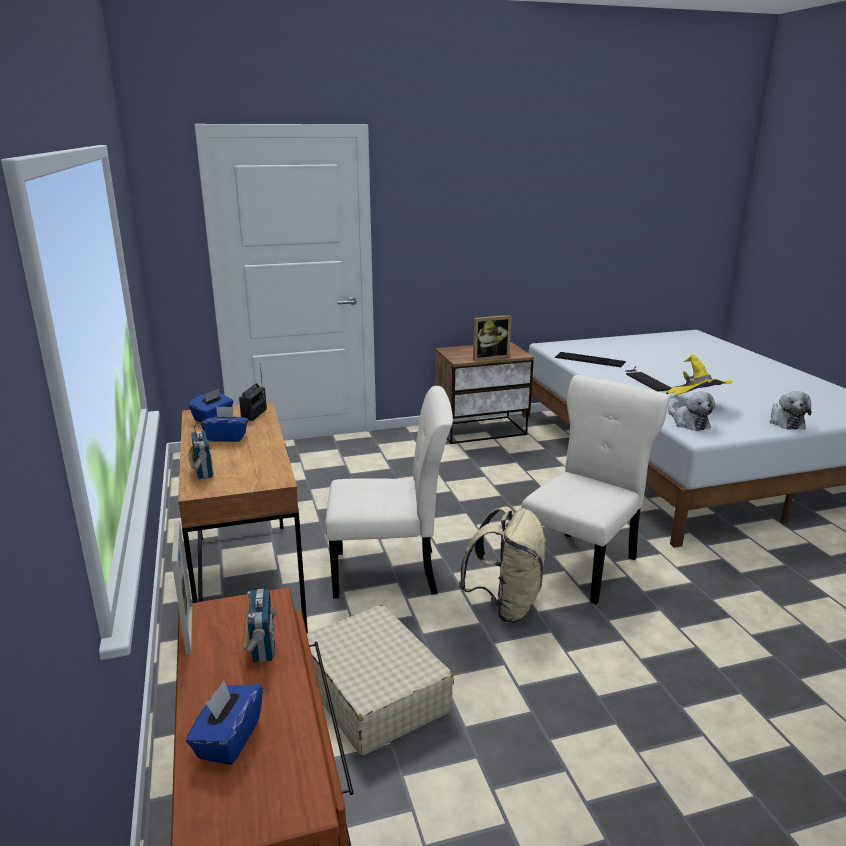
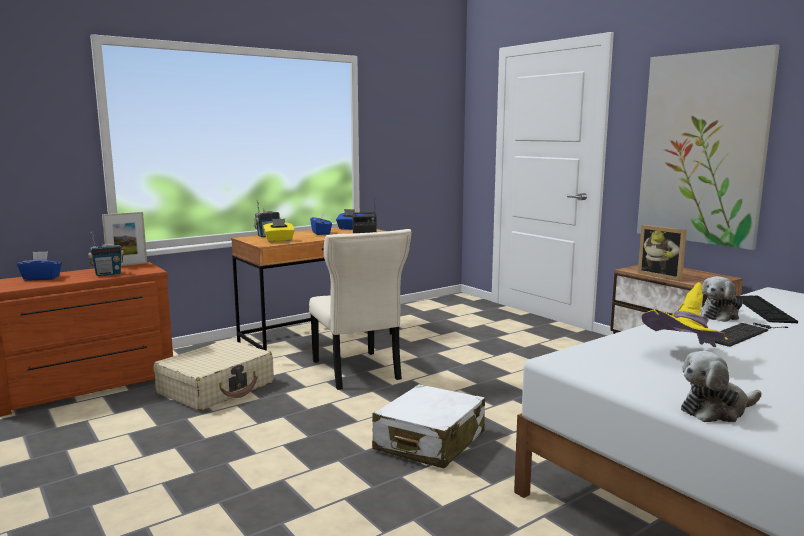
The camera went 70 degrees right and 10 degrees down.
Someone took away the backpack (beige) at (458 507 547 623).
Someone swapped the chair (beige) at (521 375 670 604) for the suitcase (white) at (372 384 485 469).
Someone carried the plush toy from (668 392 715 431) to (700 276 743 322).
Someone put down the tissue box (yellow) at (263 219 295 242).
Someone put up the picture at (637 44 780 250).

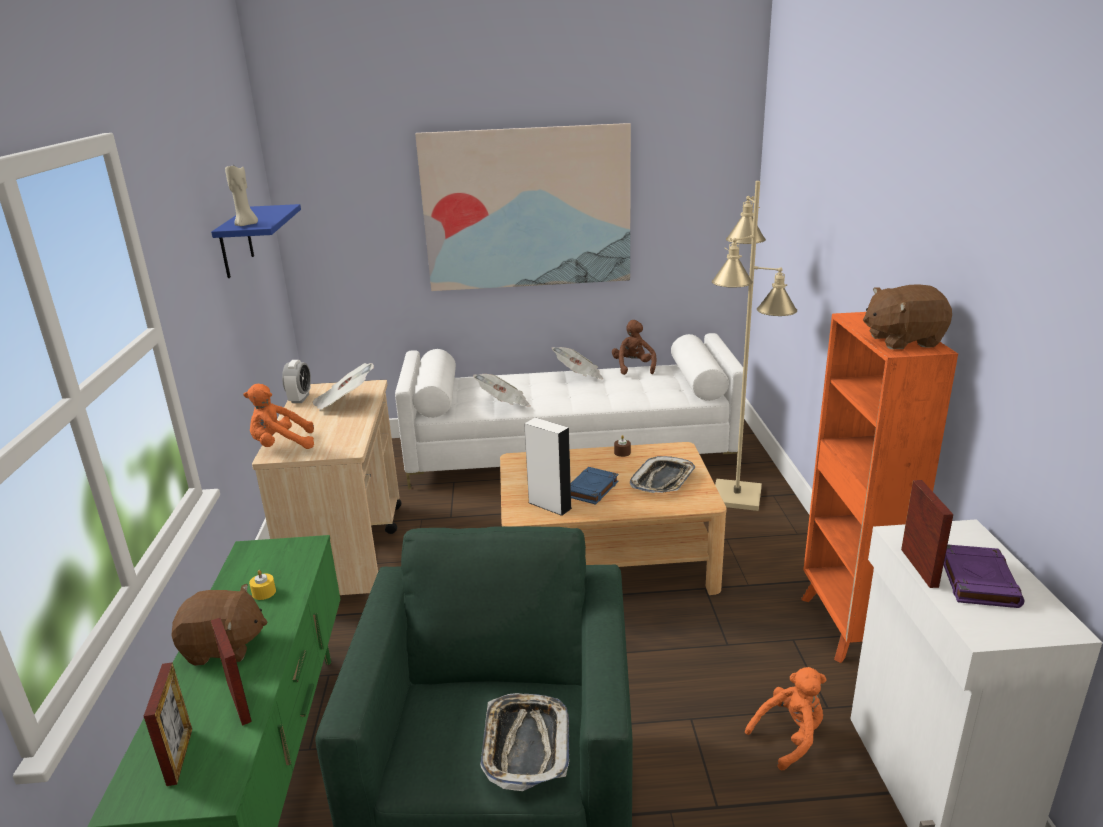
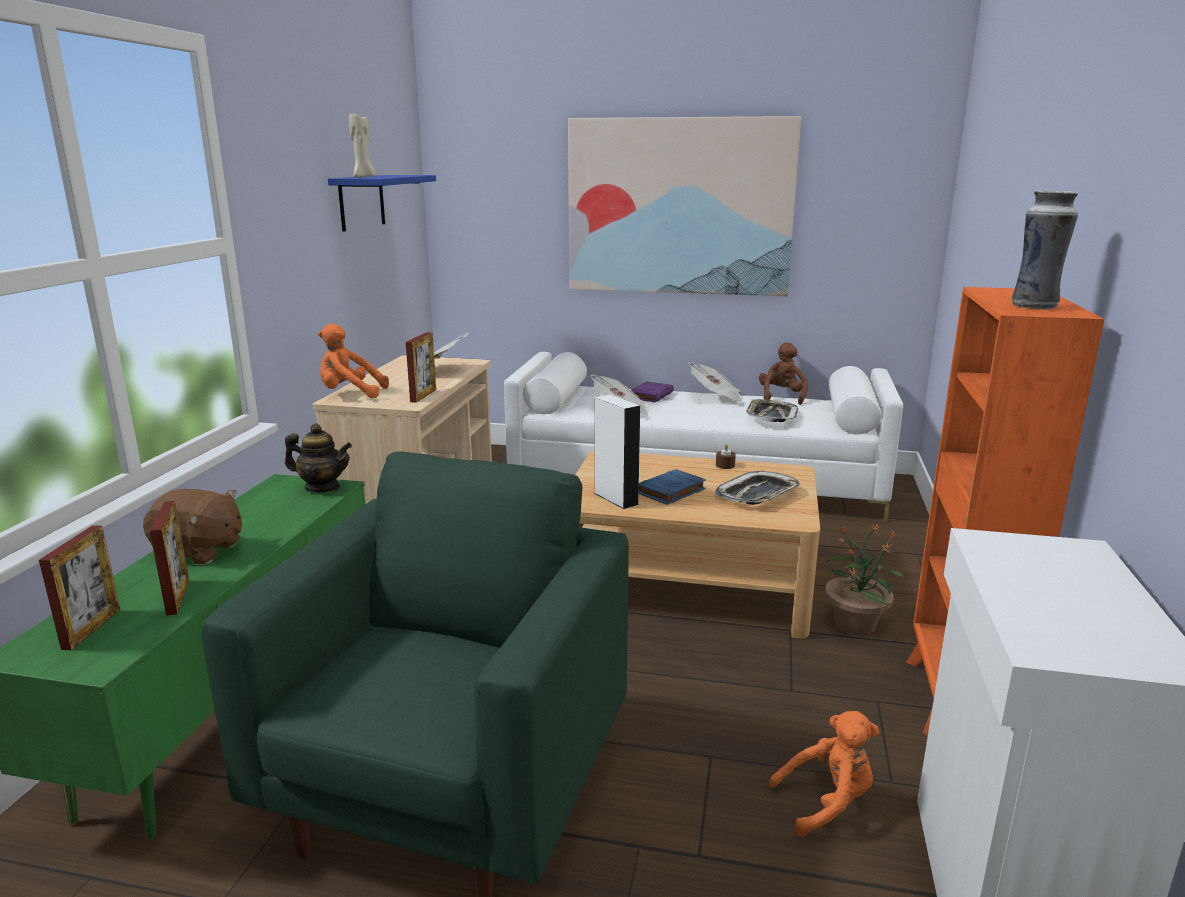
The camera went 15 degrees right and 5 degrees down.
Someone took away the candle (yellow) at (249 570 276 600).
Someone took away the alarm clock at (282 360 311 403).
Someone carried the tray from (480 693 569 791) to (746 399 798 422).
Someone took away the floor lamp (beige) at (712 181 797 511).
Someone swapped the plush toy (brown) at (863 284 952 349) for the vase at (1012 190 1078 310).
Someone carried the picture frame from (901 480 953 588) to (406 332 436 403).
Someone carried the book (purple) from (944 545 1024 608) to (631 381 674 402).
Someone put down the teapot at (285 423 352 493).
Someone put down the potted plant at (825 524 905 635).

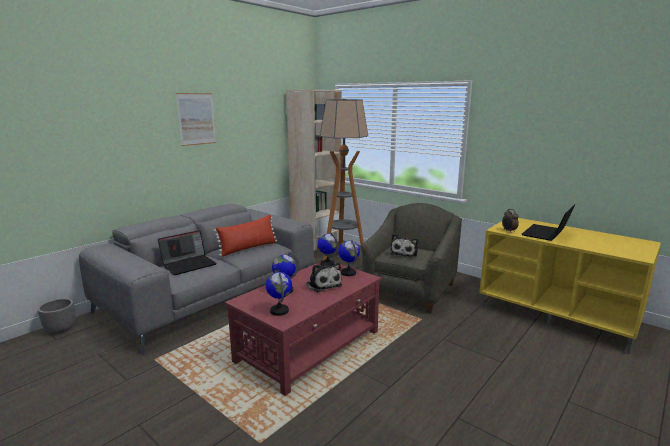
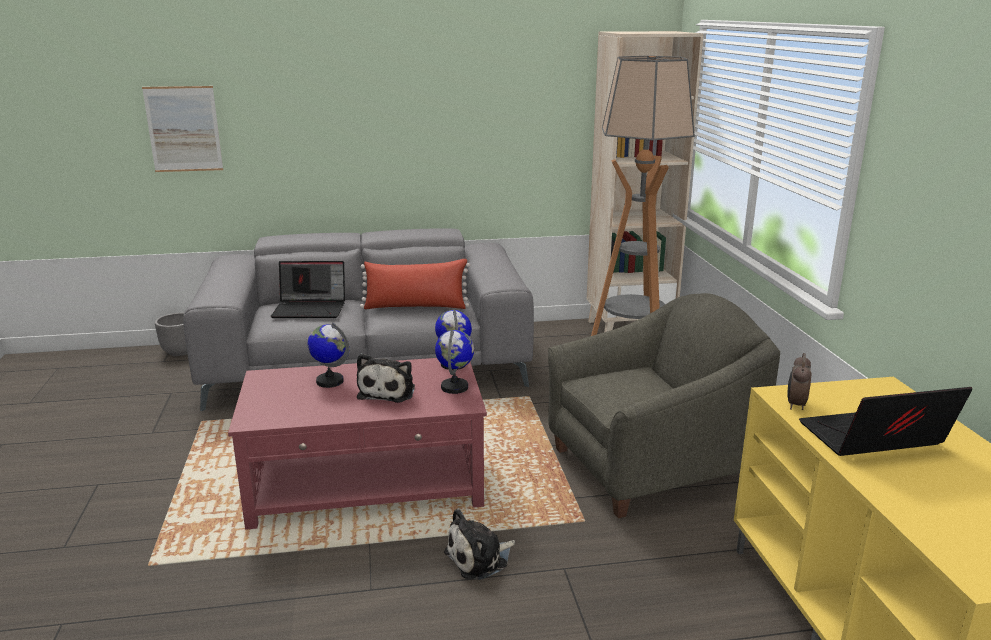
The camera went 40 degrees right and 5 degrees up.
Someone carried the picture from (176 93 216 146) to (142 86 223 172).
Someone took away the globe at (266 272 292 316).
Someone carried the plush toy from (390 234 418 258) to (444 509 515 580).

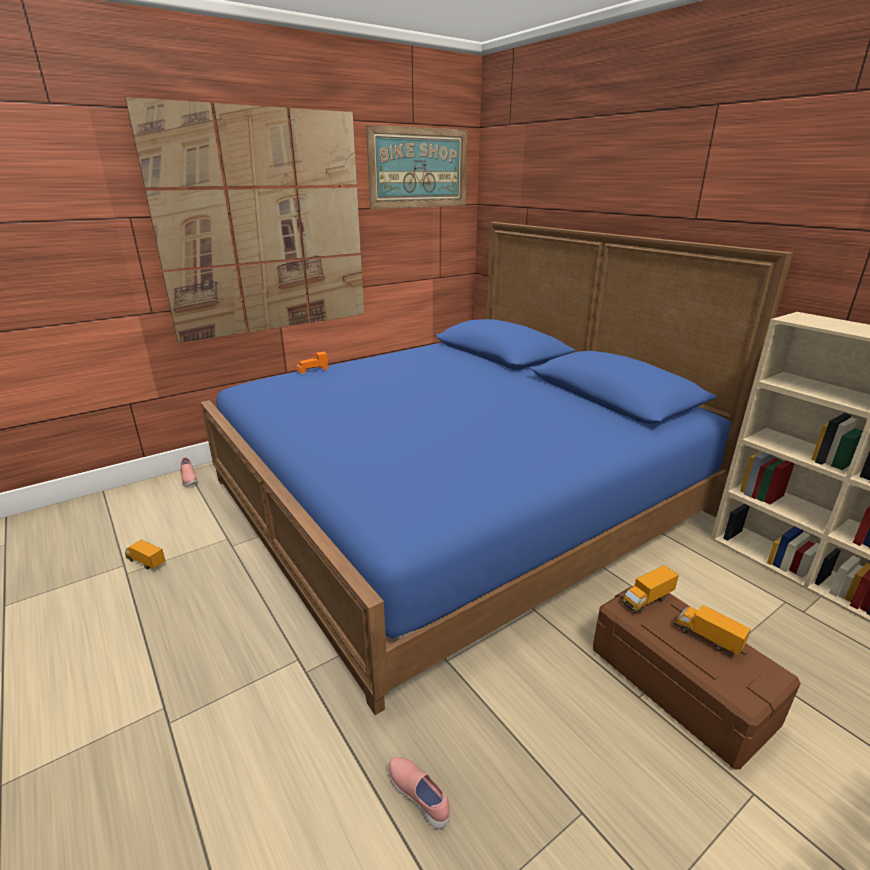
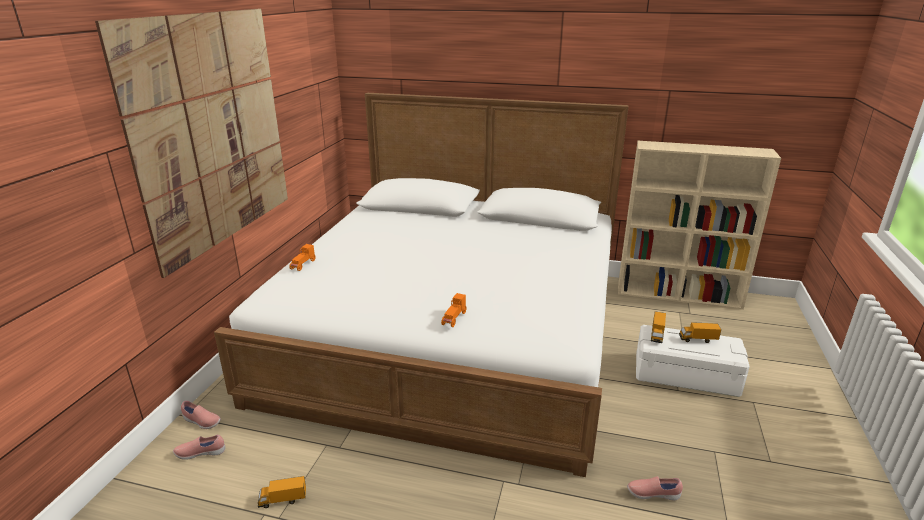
The camera went 40 degrees left and 0 degrees up.
Someone repainted the bed (blue) at (200 222 793 715), which became the bed (white) at (214 93 629 477).
Someone took away the picture at (366 125 467 209).
Someone repainted the storage box (brown) at (593 586 801 769), which became the storage box (white) at (636 325 750 397).
Someone put down the shoe (pink) at (173 435 226 460).
Someone put down the toy car (orange) at (441 293 466 327).

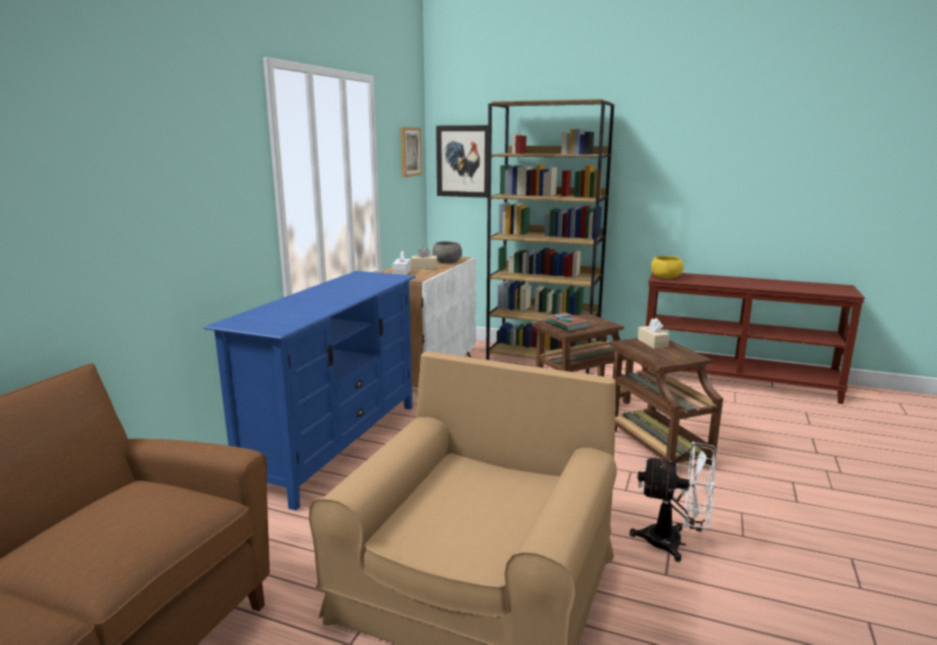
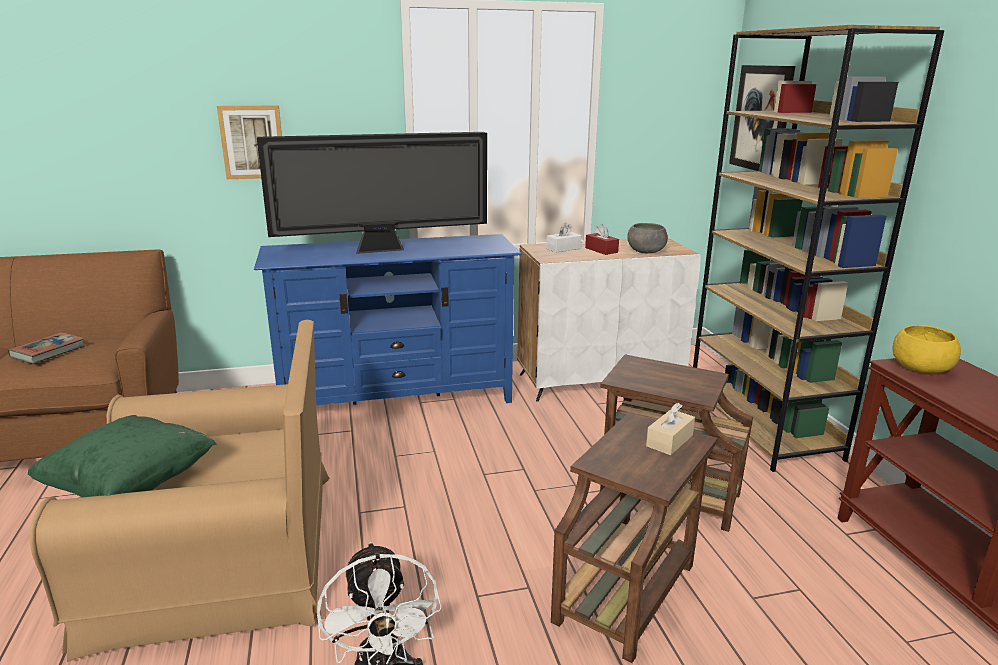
The camera went 55 degrees right and 5 degrees up.
Someone carried the picture from (400 127 422 177) to (217 106 282 179).
Someone repainted the tissue box (beige) at (411 247 438 269), which became the tissue box (red) at (585 224 619 255).
Someone carried the book from (544 313 590 331) to (8 332 85 364).
Someone put down the pillow (green) at (27 415 217 497).
Someone put down the television at (257 132 487 254).

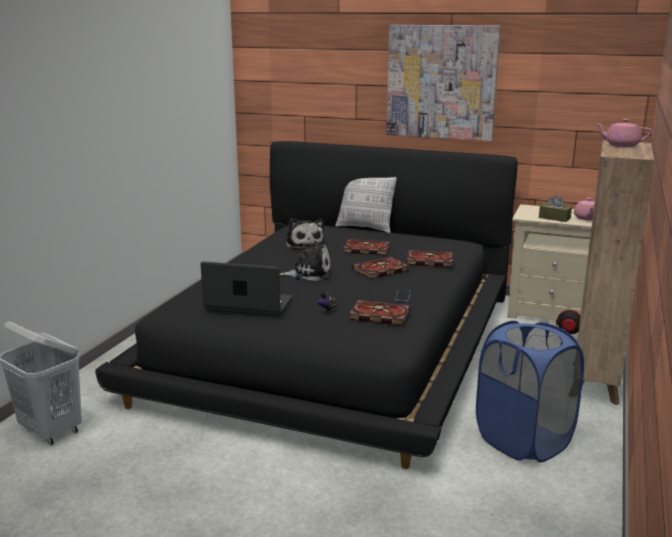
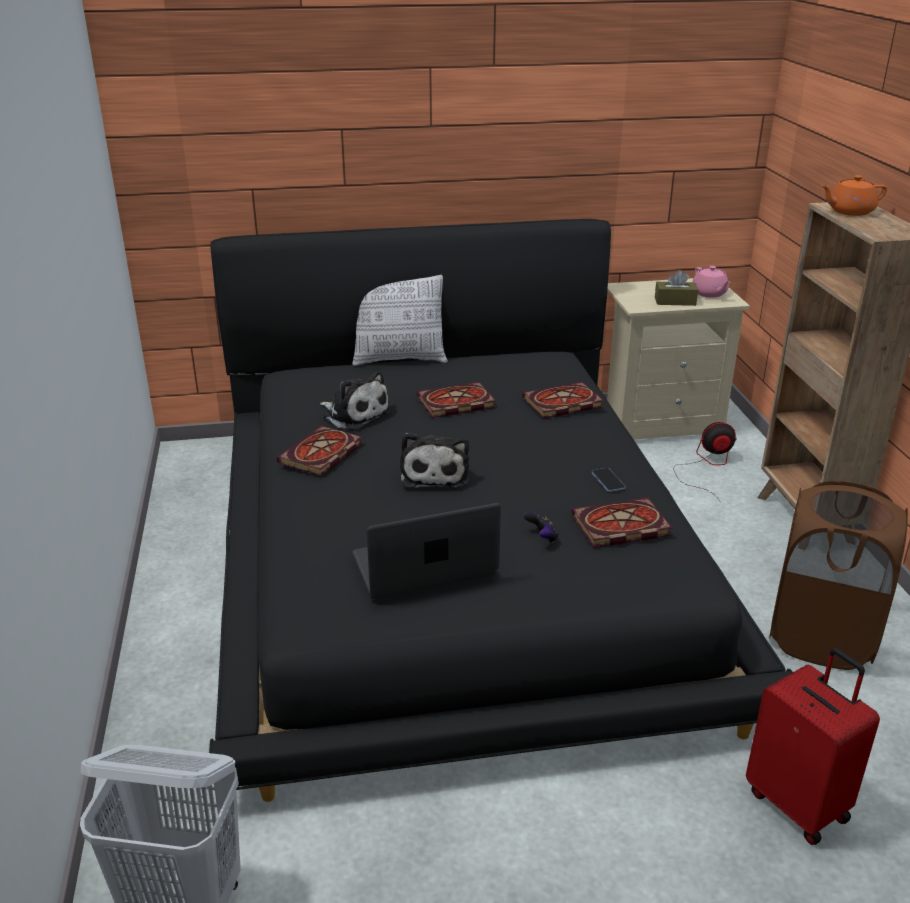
The camera went 30 degrees left and 10 degrees up.
Someone rotated the plush toy at (280 241 330 281) by 120 degrees clockwise.
Someone carried the book from (352 257 409 279) to (276 426 363 476).
Someone took away the picture at (387 25 501 141).
Someone repainted the laundry basket (blue) at (476 321 584 463), which became the laundry basket (brown) at (769 480 908 670).
Someone repainted the teapot (pink) at (595 119 652 147), which became the teapot (orange) at (821 175 887 216).
Someone put down the suitcase (red) at (746 648 880 845).

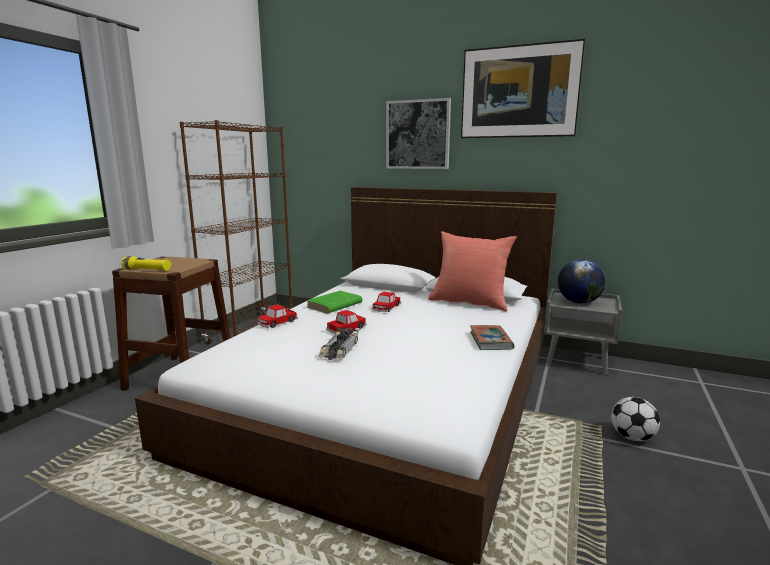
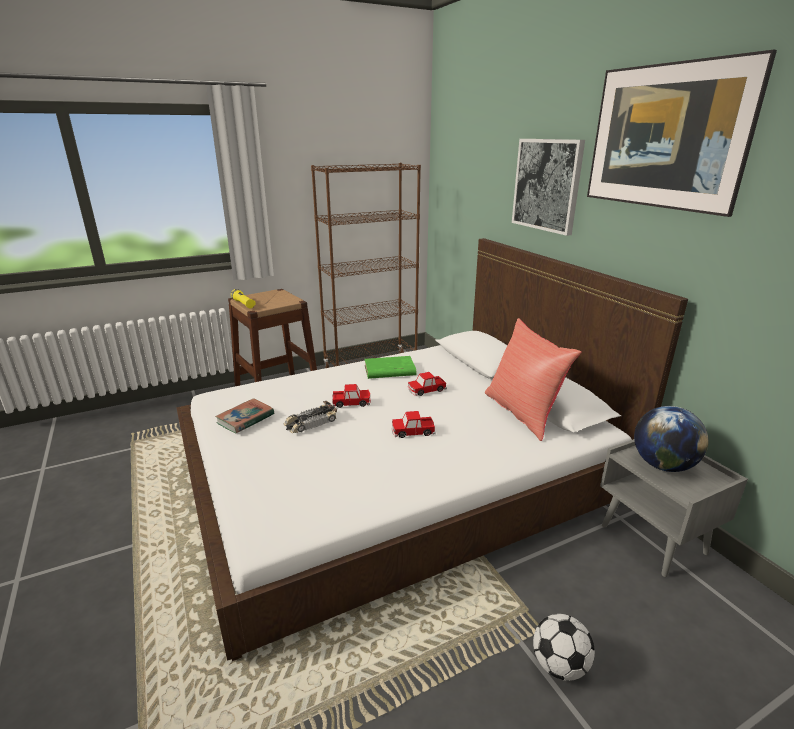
The camera went 40 degrees right and 10 degrees up.
Someone carried the toy car from (258 304 298 328) to (392 411 436 438).
Someone carried the book from (470 325 514 350) to (215 398 274 434).

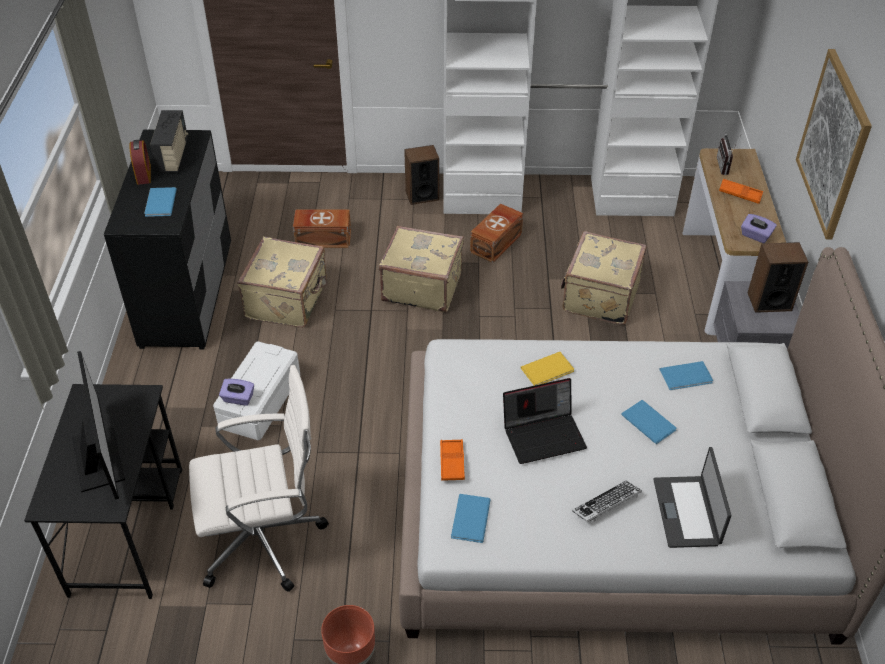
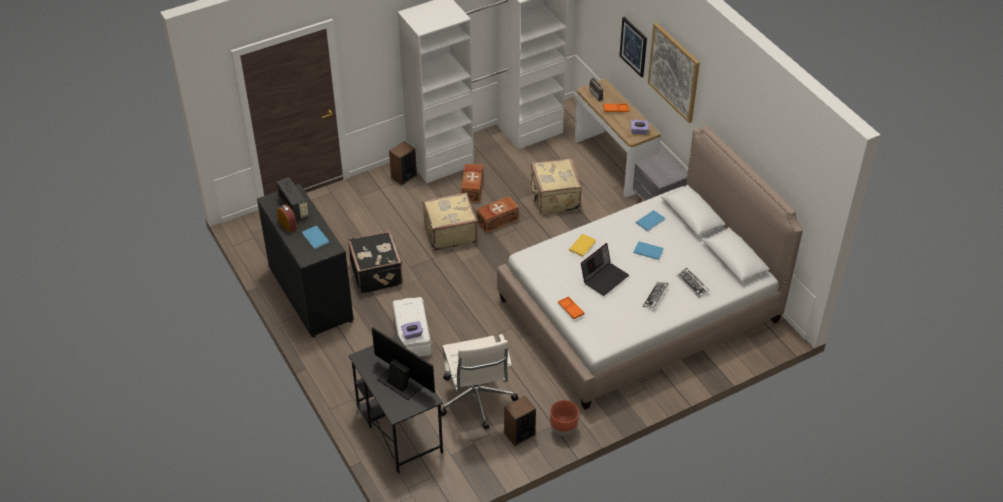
The camera went 30 degrees left and 0 degrees up.
Someone rotated the office chair (white) at (189 365 329 592) by 120 degrees clockwise.
Someone repainted the suitcase (beige) at (237 237 328 328), which became the suitcase (black) at (348 231 403 294).
Someone carried the storage box (brown) from (293 209 351 248) to (477 196 519 233).
Someone took away the book (blue) at (451 494 491 543).
Someone swapped the laptop at (654 447 731 548) for the keyboard at (677 267 709 298).
Someone carried the speaker from (748 242 808 313) to (504 396 536 446).
Someone put up the picture at (619 17 647 78).

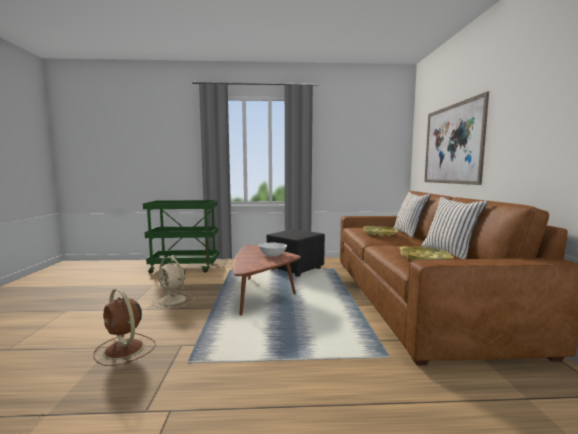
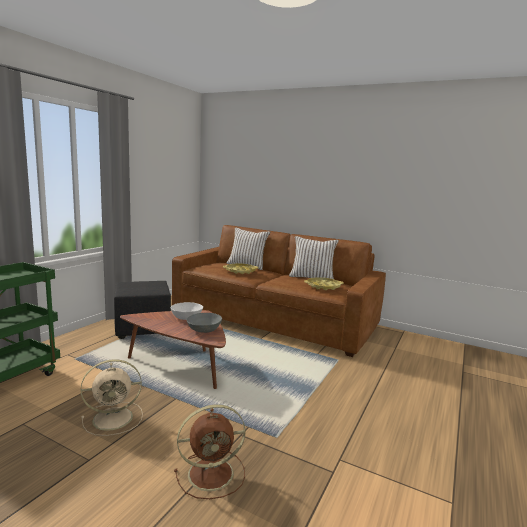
The camera went 60 degrees left and 5 degrees up.
Someone took away the picture at (424 91 489 185).
Someone put down the bowl (grey) at (187 313 222 333).

